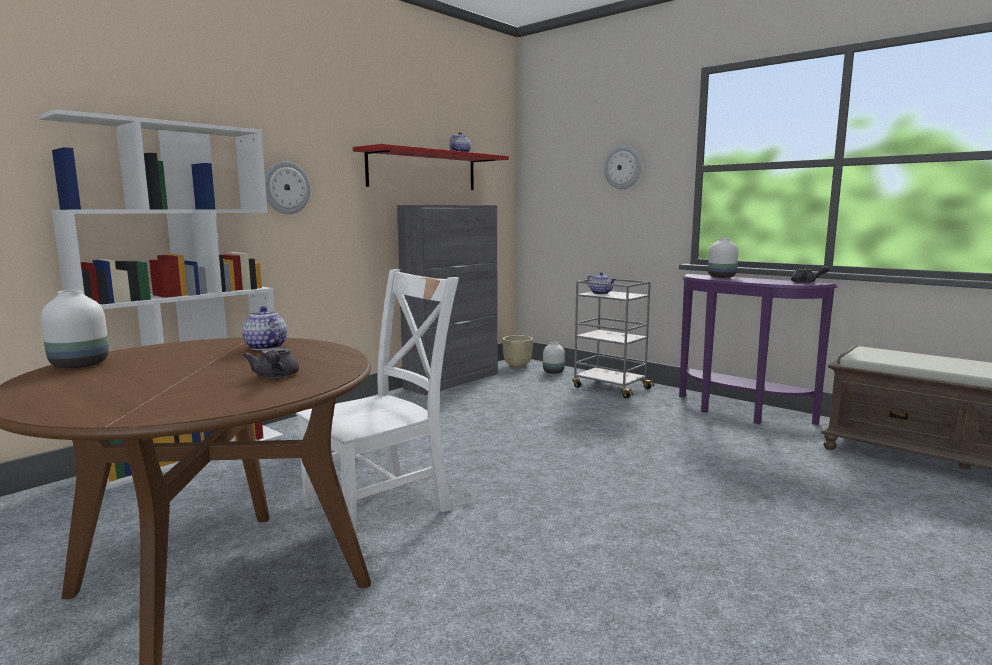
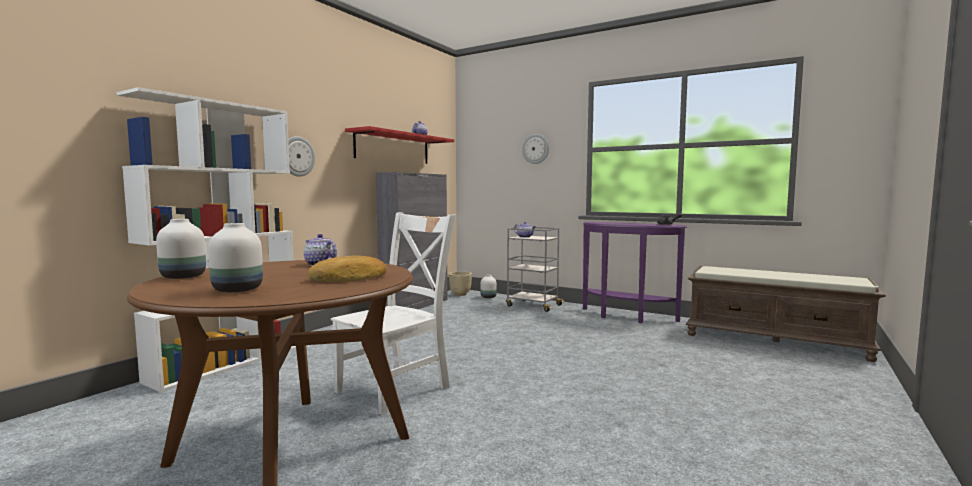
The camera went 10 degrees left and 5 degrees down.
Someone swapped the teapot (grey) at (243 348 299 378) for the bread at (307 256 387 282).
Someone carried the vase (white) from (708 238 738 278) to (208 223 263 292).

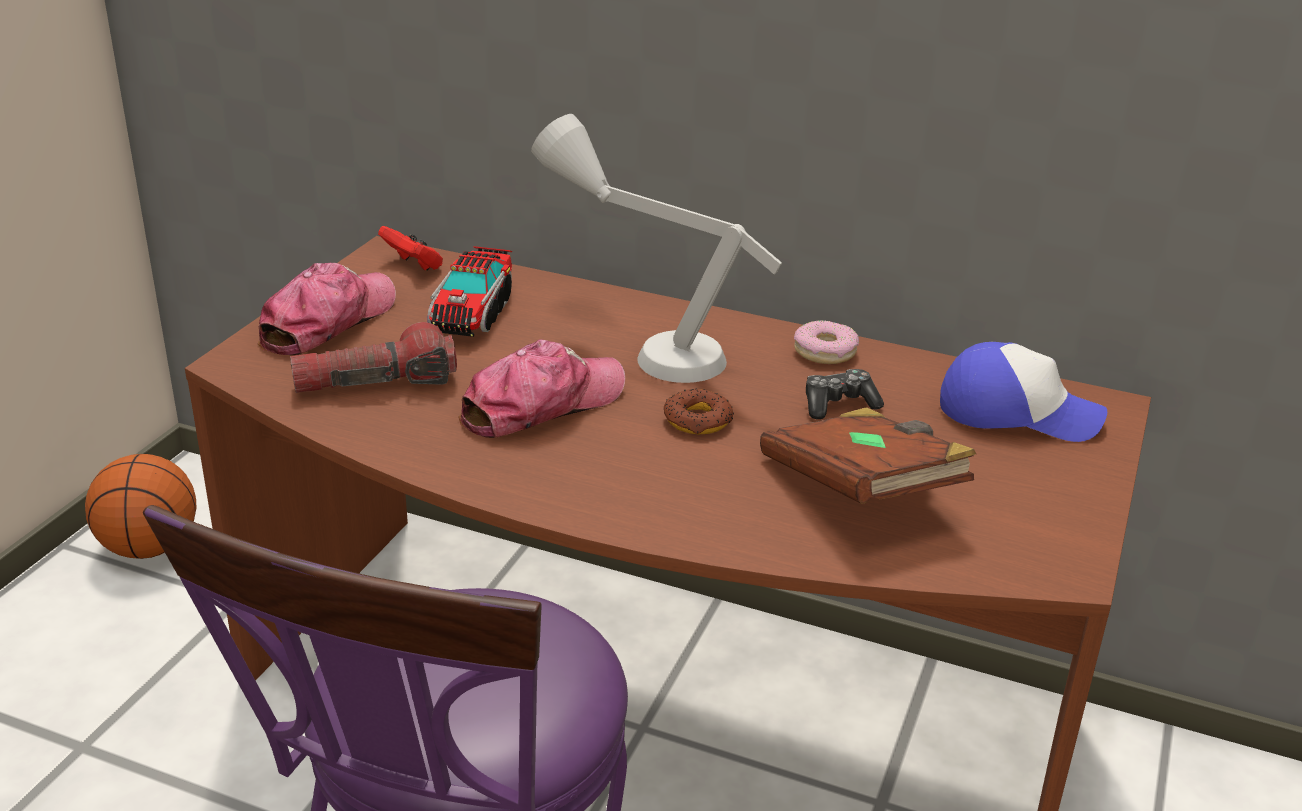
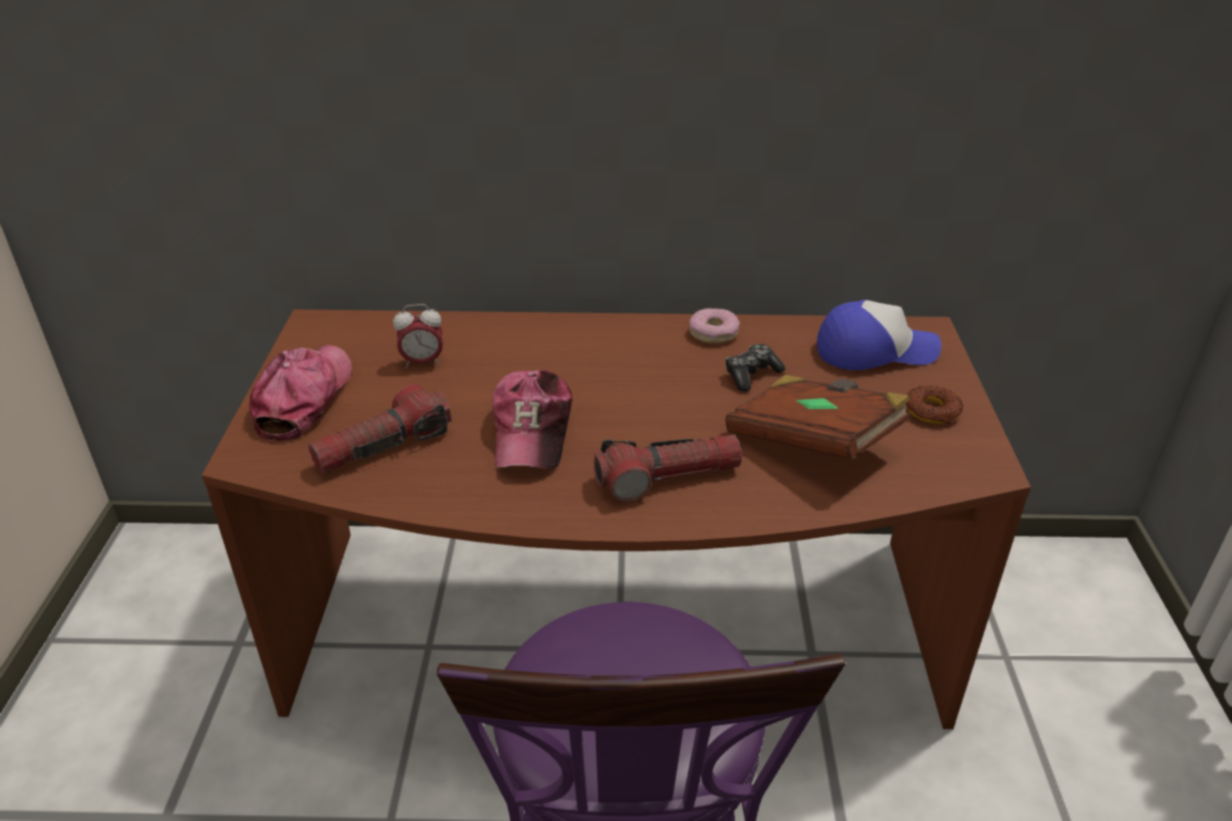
The camera went 20 degrees left and 5 degrees up.
Someone took away the basketball at (85 454 197 559).
Someone took away the game controller (red) at (378 226 443 271).
Someone swapped the toy truck at (427 246 512 337) for the alarm clock at (393 304 443 369).
Someone rotated the cap at (458 340 625 438) by 150 degrees clockwise.
Someone took away the table lamp (grey) at (531 114 782 383).
Someone carried the donut from (664 389 734 434) to (906 385 963 424).
Someone put down the flashlight at (594 435 742 502).

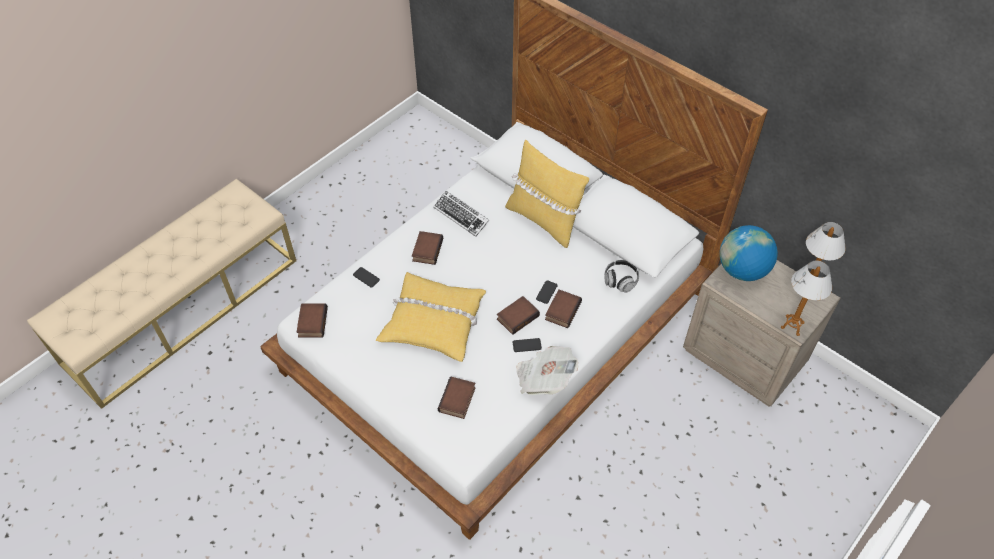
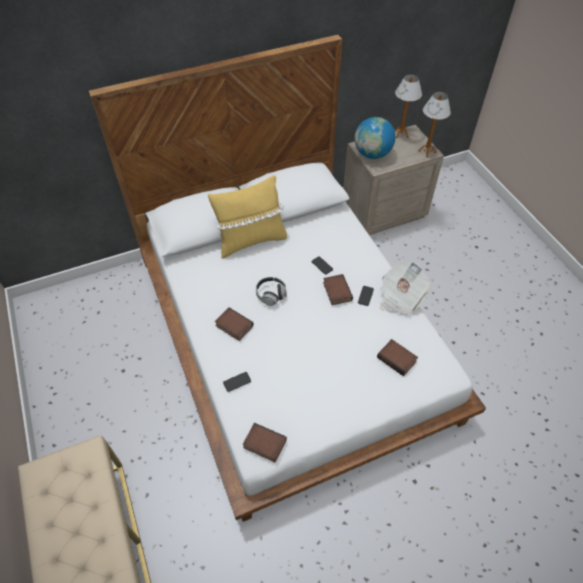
The camera went 65 degrees left and 0 degrees up.
Someone took away the pillow (yellow) at (376 272 486 362).
Someone took away the keyboard at (433 191 489 237).
Someone took away the book at (545 289 582 328).
Someone carried the headphones from (604 260 639 293) to (256 277 287 306).

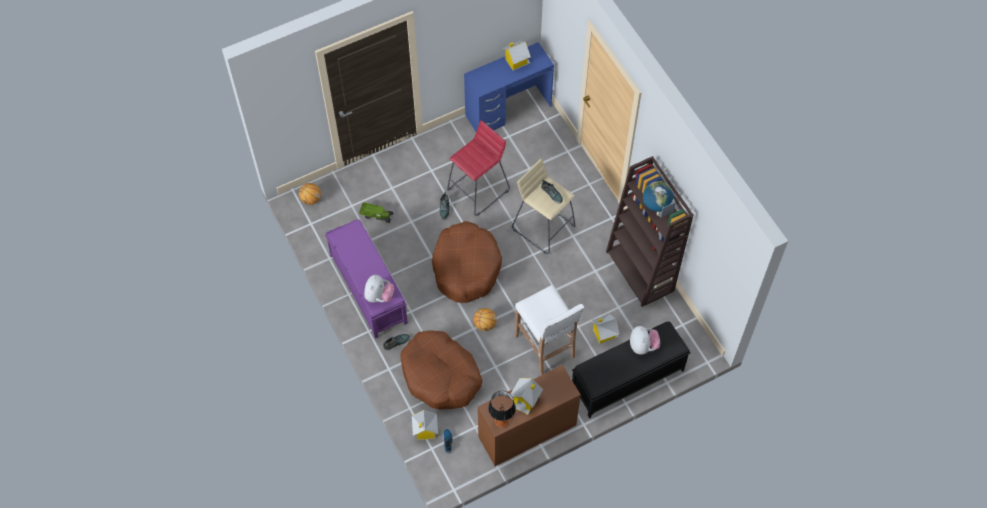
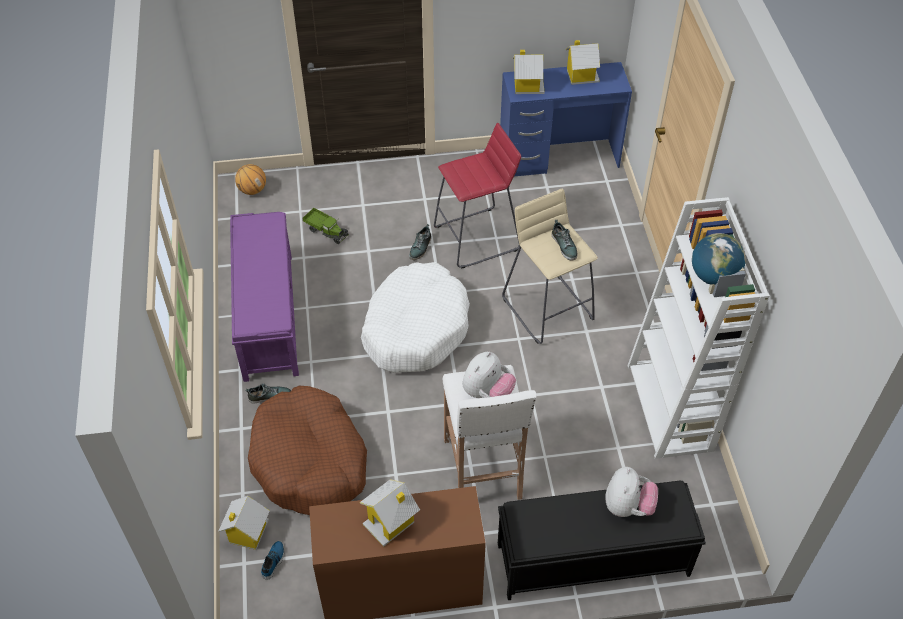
The camera went 20 degrees right and 10 degrees down.
Someone carried the plush toy from (364 275 394 303) to (462 352 516 398).
Someone repainted the dog bed (brown) at (432 221 502 303), which became the dog bed (white) at (361 262 470 373).
Someone took away the basketball at (474 308 497 331).
Someone took away the table lamp at (488 391 516 428).
Someone carried the toy house from (591 314 619 344) to (513 50 544 94).
Someone repainted the bookcase (brown) at (606 156 694 307), which became the bookcase (white) at (627 197 770 459).

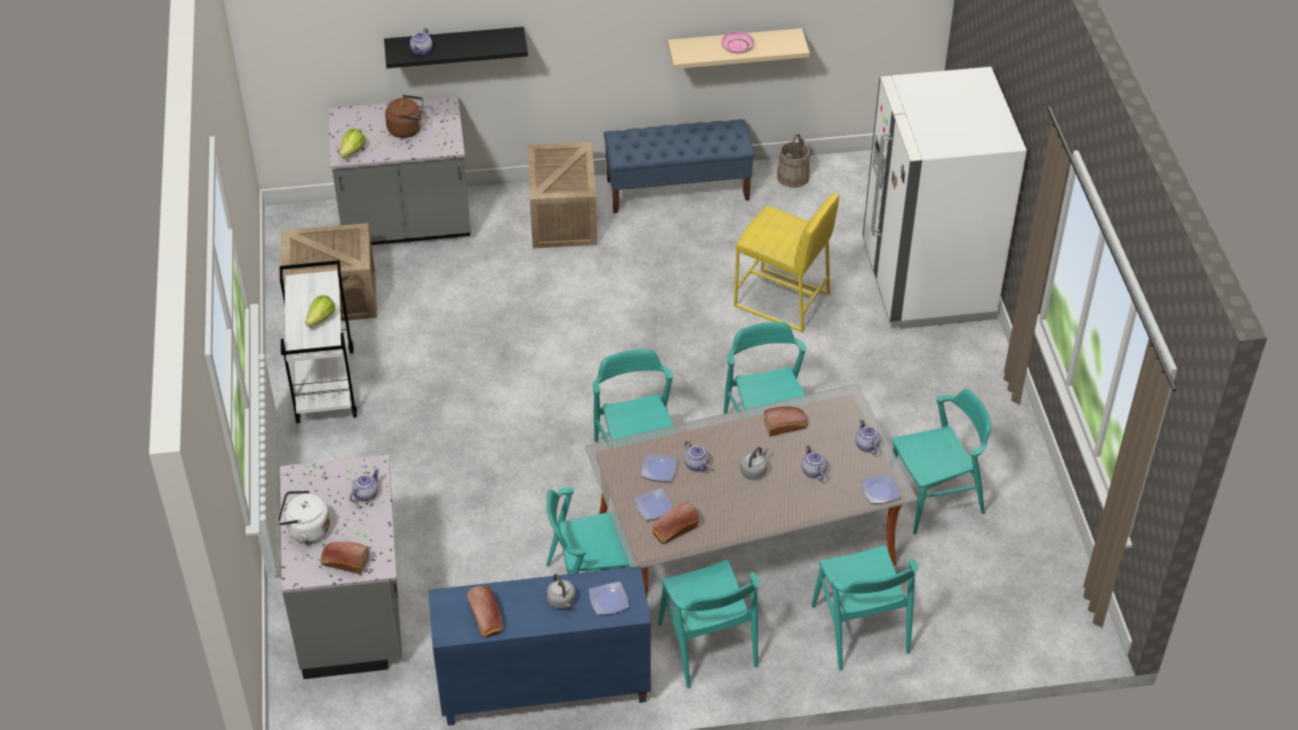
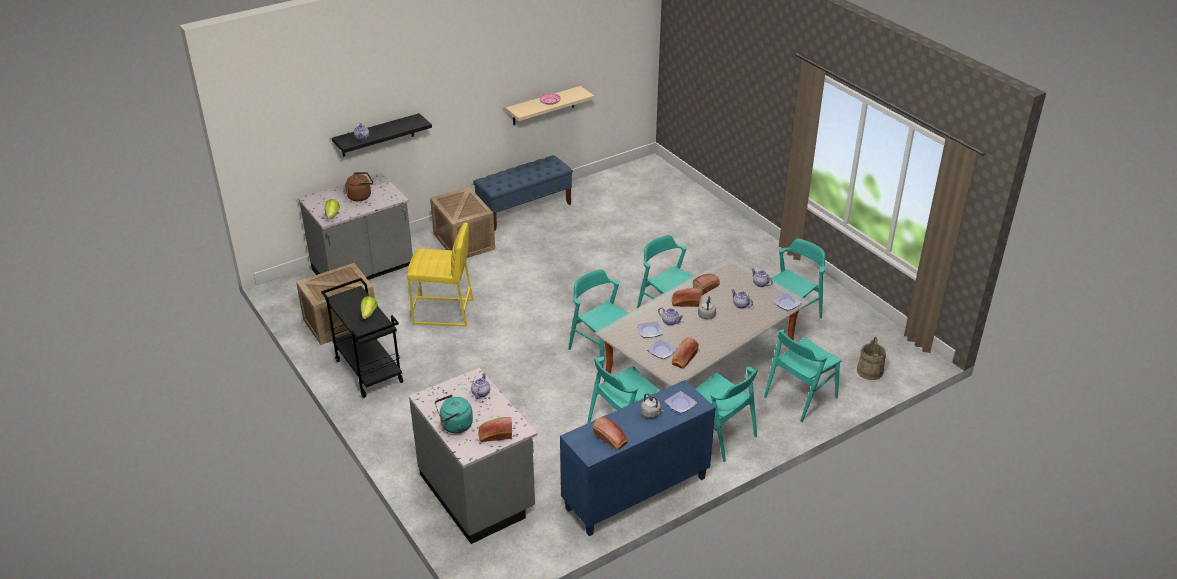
The camera went 25 degrees left and 10 degrees down.
Someone repainted the kettle (white) at (278 490 330 543), which became the kettle (turquoise) at (435 395 473 433).
Someone repainted the cart (white) at (280 260 357 423), which became the cart (black) at (321 278 403 398).
Someone carried the stool (yellow) from (734 193 839 333) to (407 223 473 326).
Someone carried the bucket (beige) from (777 134 810 188) to (857 337 886 380).
Someone rotated the chair (turquoise) at (811 545 918 670) by 90 degrees clockwise.
Someone took away the fridge (white) at (863 67 1027 329).
Someone put down the bread at (672 288 701 307).

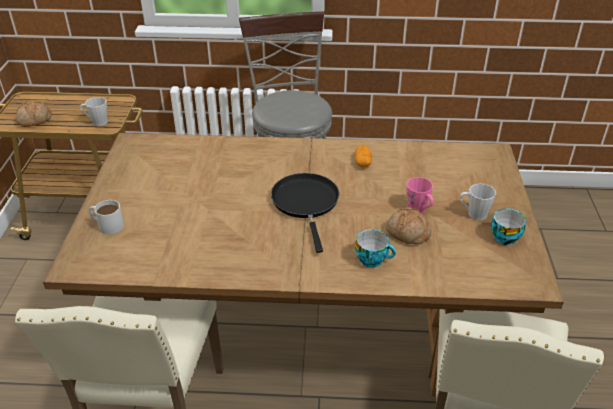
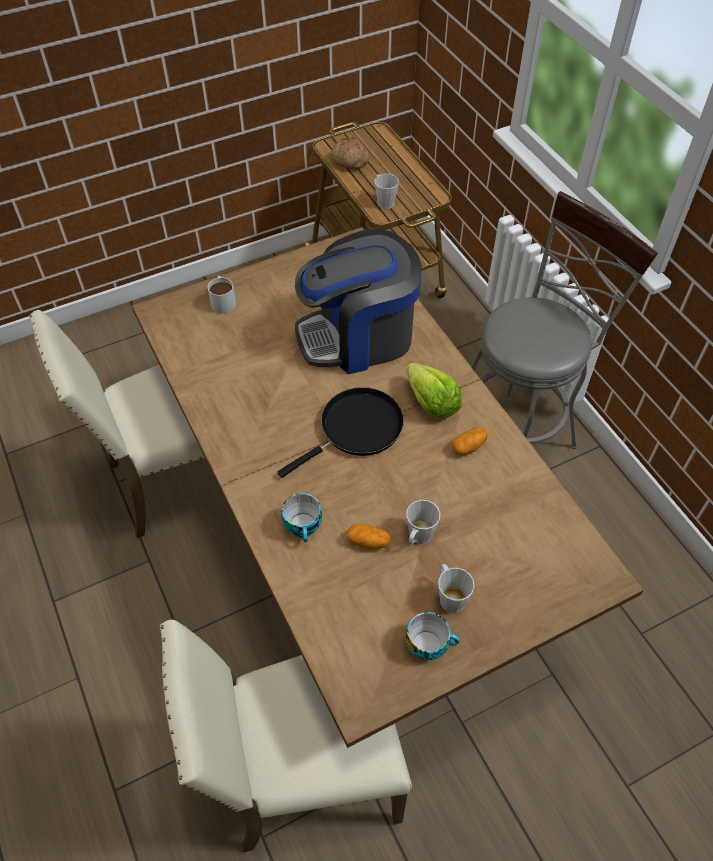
The camera went 60 degrees right and 15 degrees up.
Someone swapped the bread at (386 207 432 245) for the potato at (347 524 391 549).
Someone repainted the mug (pink) at (407 177 434 213), which became the mug (grey) at (406 500 440 544).
Someone put down the coffee machine at (295 229 422 374).
Someone put down the lettuce at (406 362 462 419).

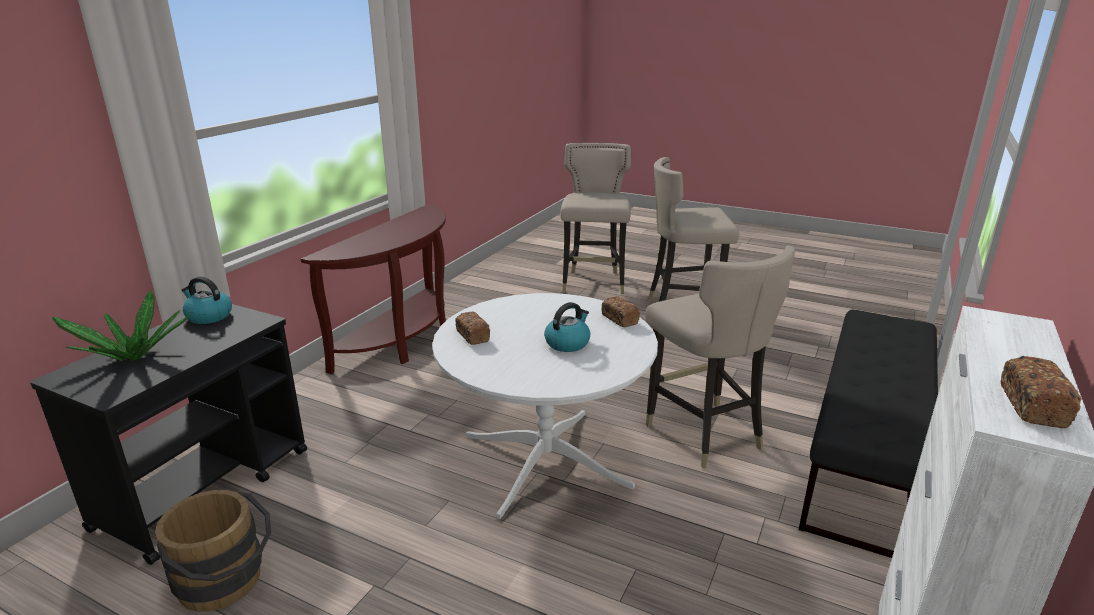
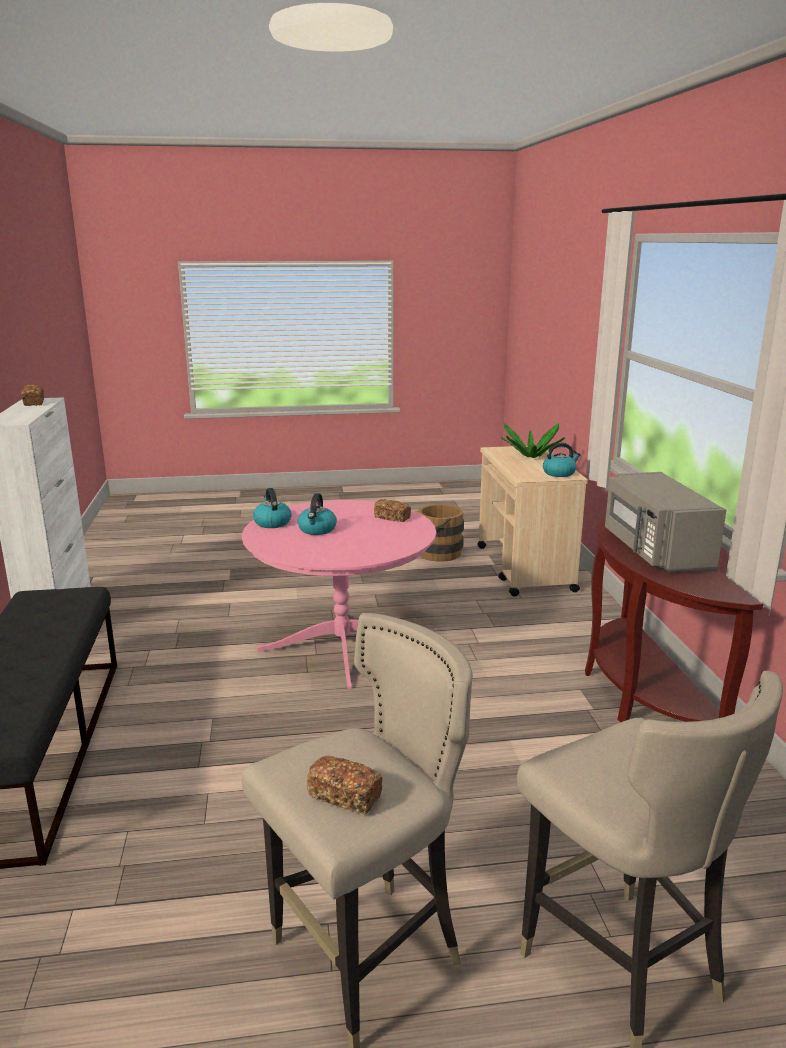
The camera went 145 degrees right and 5 degrees down.
Someone repainted the cart (black) at (30 304 307 565), which became the cart (beige) at (477 446 588 597).
Someone repainted the dining table (white) at (432 293 658 520), which became the dining table (pink) at (242 500 436 690).
Someone carried the bread from (602 296 640 327) to (307 756 382 814).
Someone took away the stool (beige) at (645 245 795 468).
Someone put down the kettle at (253 488 292 528).
Someone put down the microwave (grey) at (605 472 726 572).

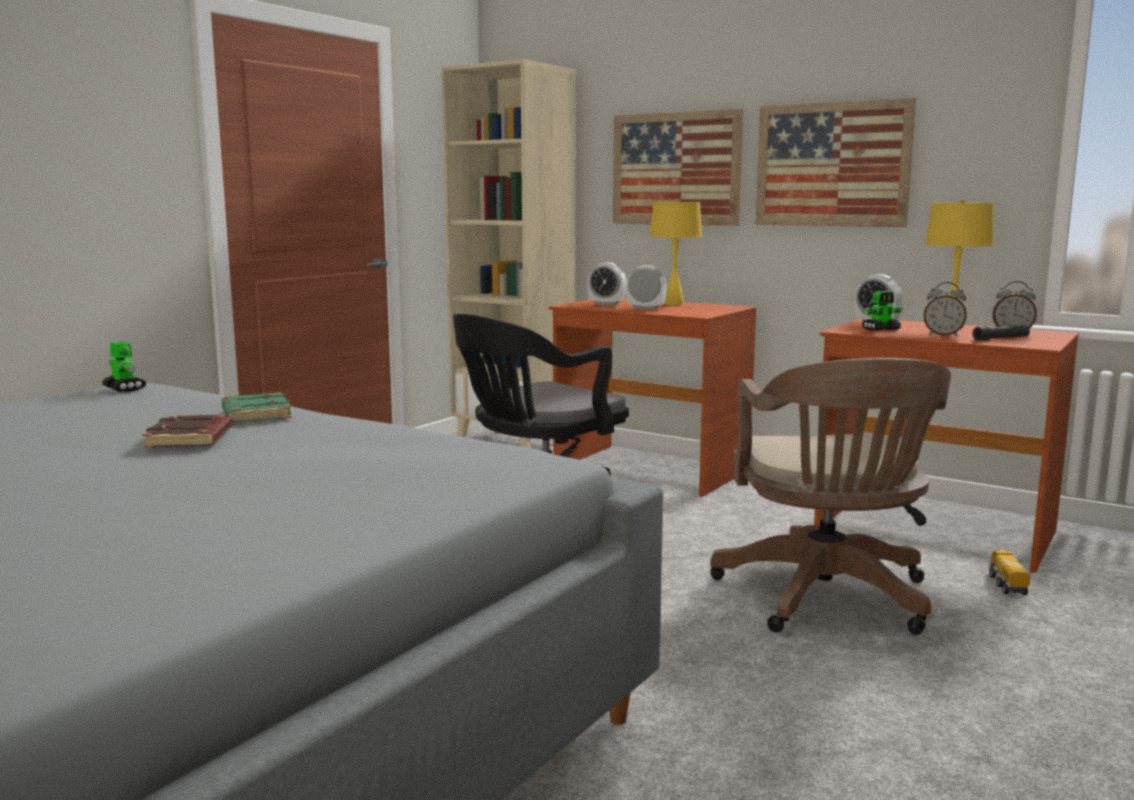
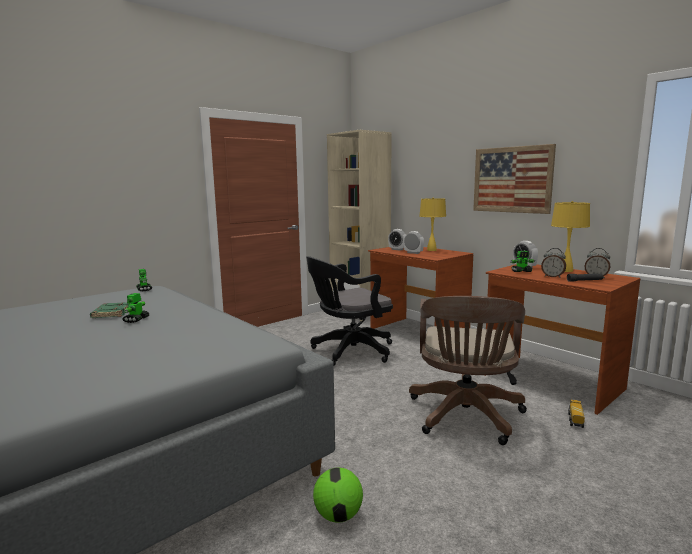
The camera went 15 degrees right and 0 degrees up.
Someone swapped the book (brown) at (142 414 233 448) for the toy robot at (123 293 149 323).
Someone carried the book (green) from (222 392 292 423) to (90 302 129 318).
Someone took away the picture at (613 109 743 226).
Someone put down the football at (313 467 363 523).

